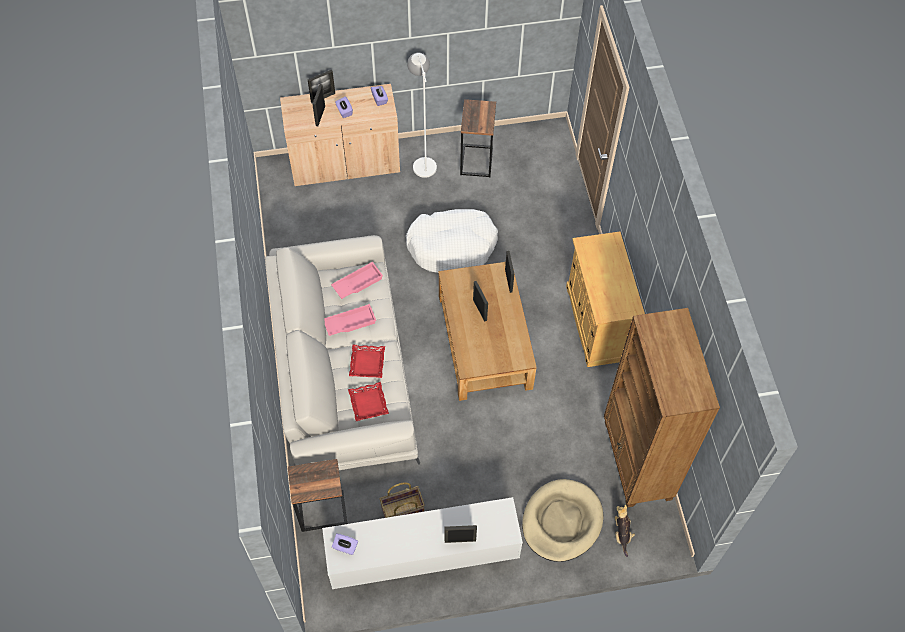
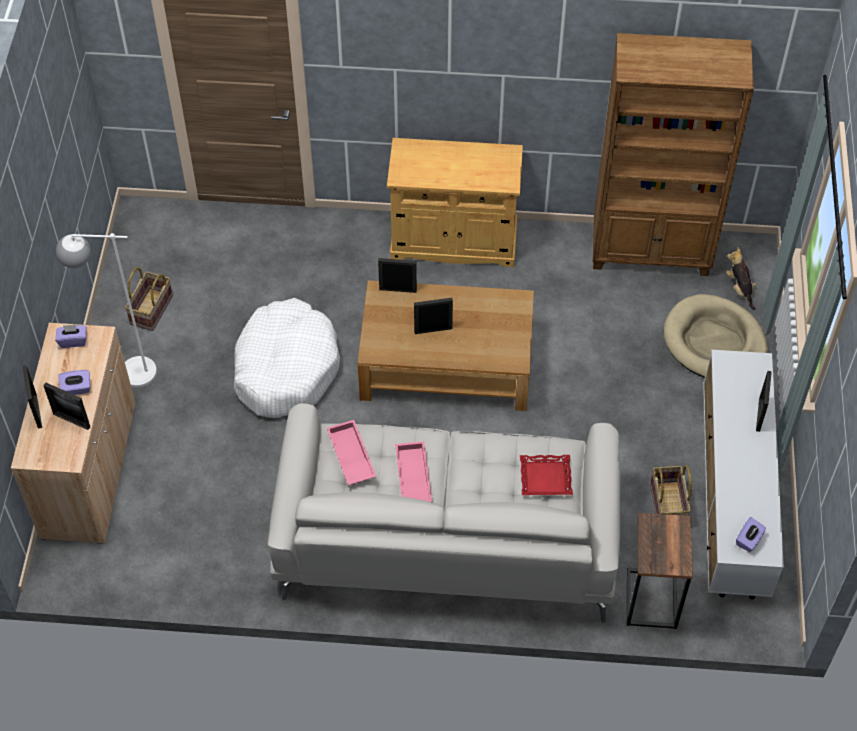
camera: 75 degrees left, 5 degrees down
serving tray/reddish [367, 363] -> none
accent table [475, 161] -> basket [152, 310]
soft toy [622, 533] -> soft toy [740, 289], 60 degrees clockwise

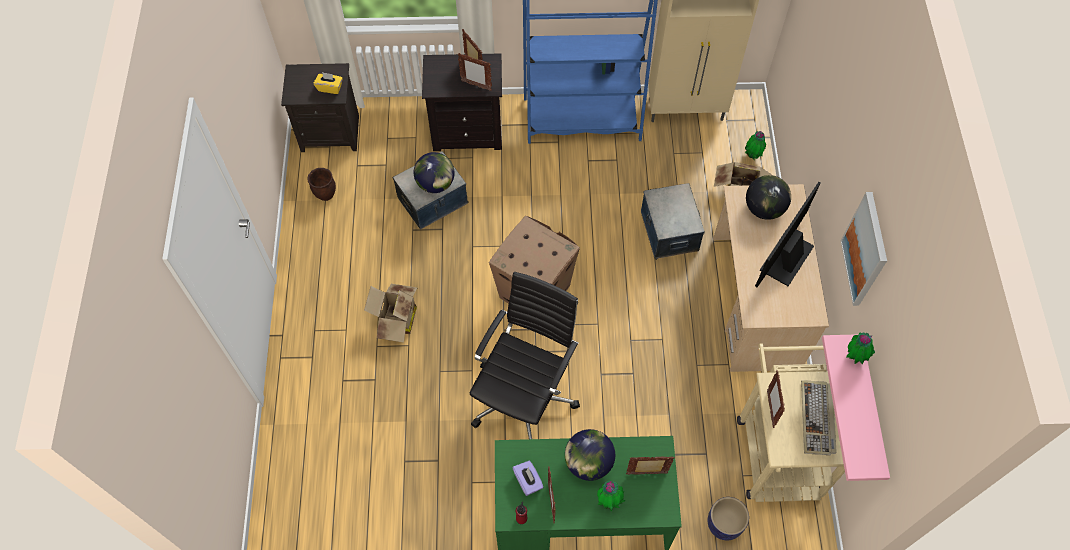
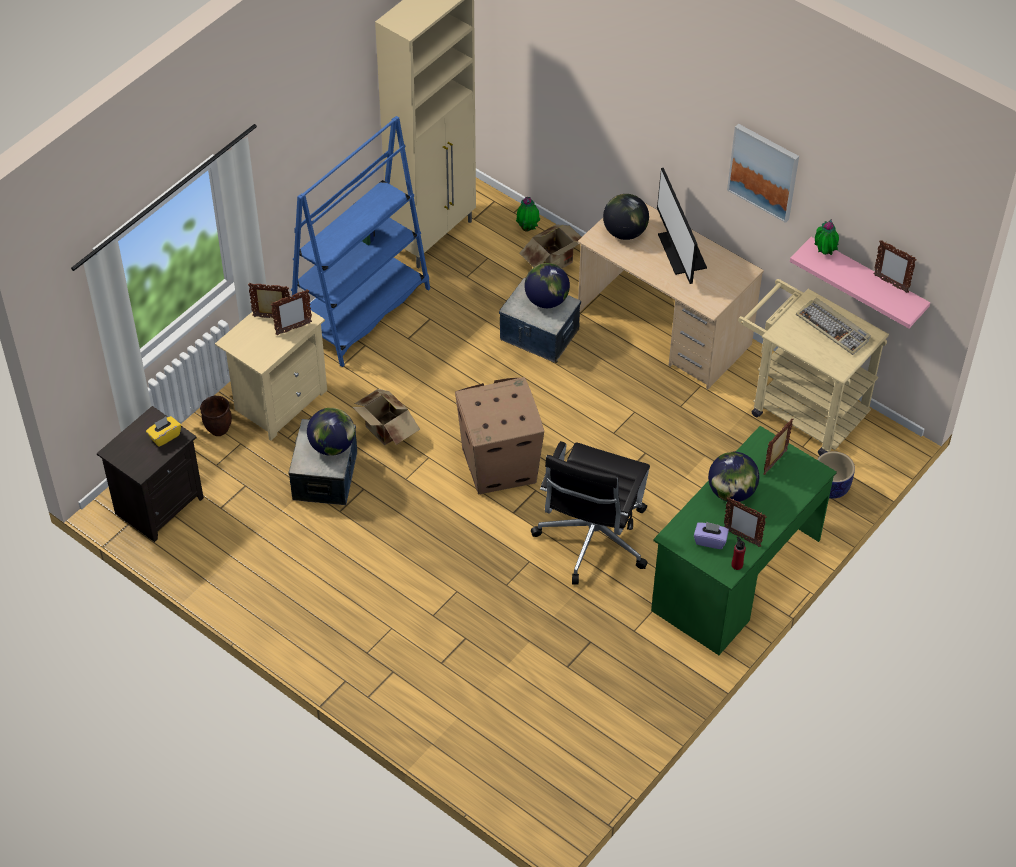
camera: 50 degrees left, 10 degrees down
flower pot/brownish [326, 194] -> flower pot/brownish [218, 429], relocated
carton [396, 321] -> carton [385, 431], relocated
bedside table/blackish [468, 131] -> bedside table/beige [279, 401]
computer chair/blackish [525, 396] -> computer chair/blackish [592, 540], 135 degrees counterclockwise
potted plant [609, 501] -> none
photo frame [770, 408] -> photo frame [890, 283], relocated
none -> world globe [546, 300]

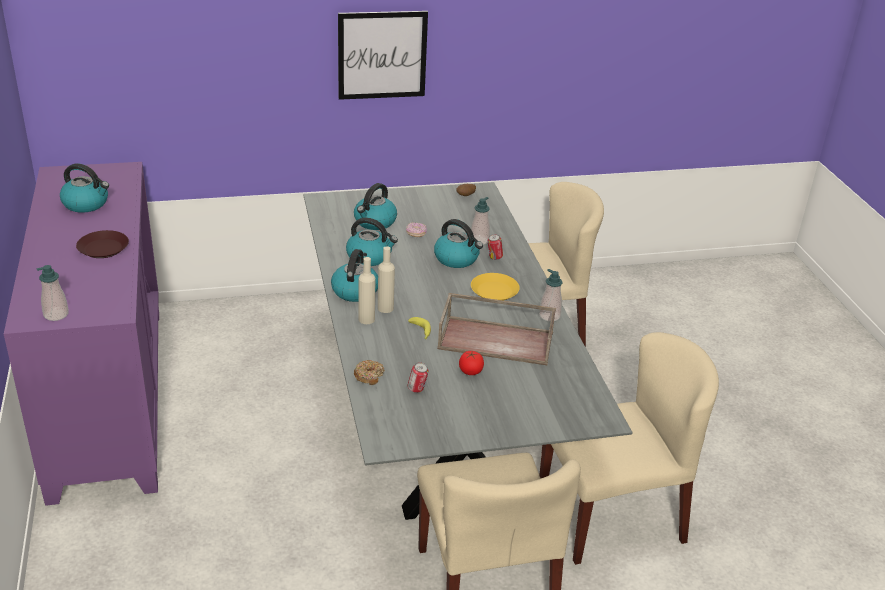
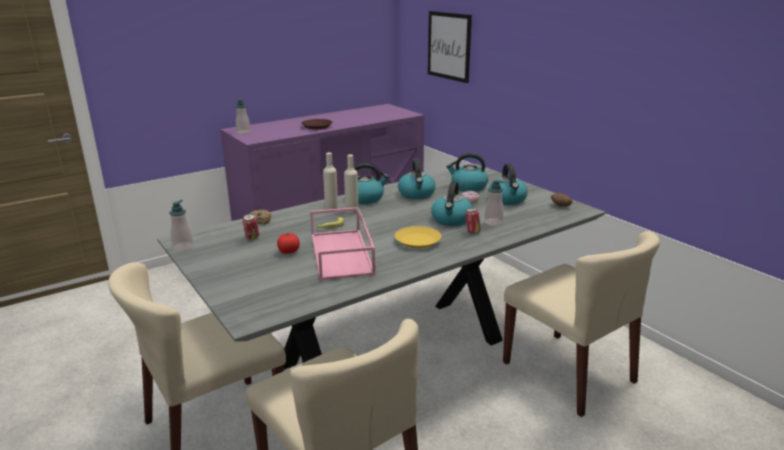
camera: 70 degrees right, 10 degrees down
kettle [86, 204] -> kettle [507, 199], relocated
picture [382, 55] -> picture [449, 46], relocated
serving tray/brownish [497, 340] -> serving tray/pinkish [342, 254]
soap dispenser [549, 316] -> soap dispenser [183, 247], relocated

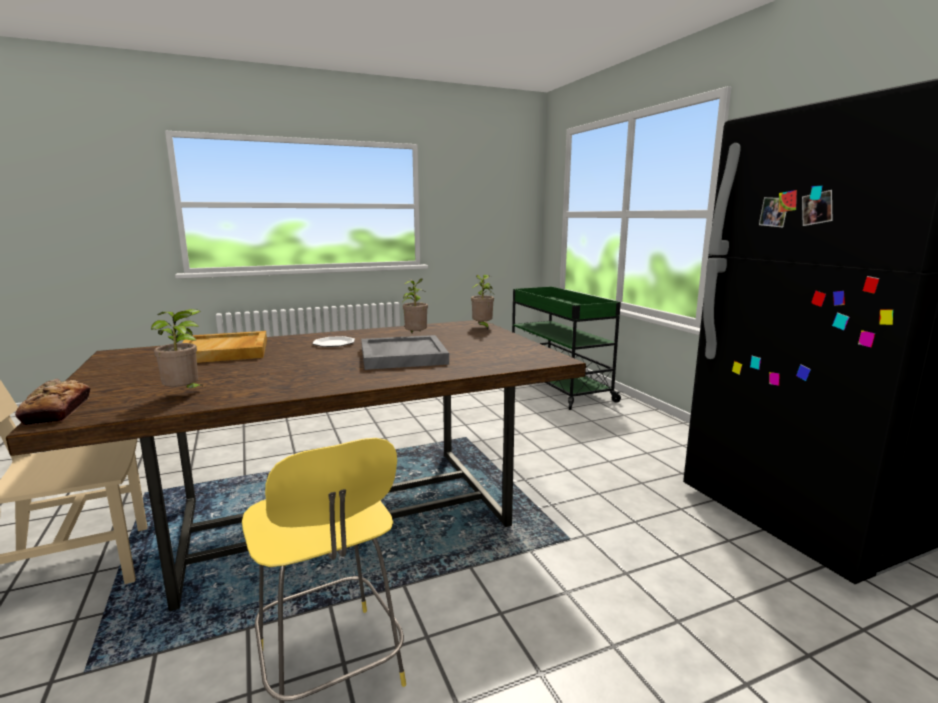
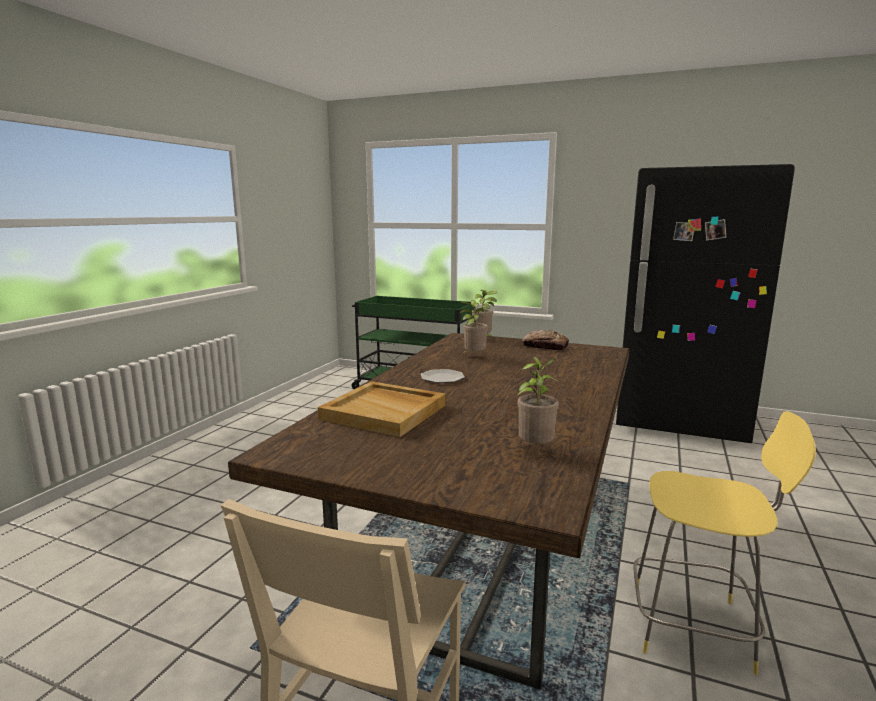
camera: 45 degrees left, 0 degrees up
bread [57, 411] -> bread [545, 347], relocated
serving tray/gray [402, 356] -> none

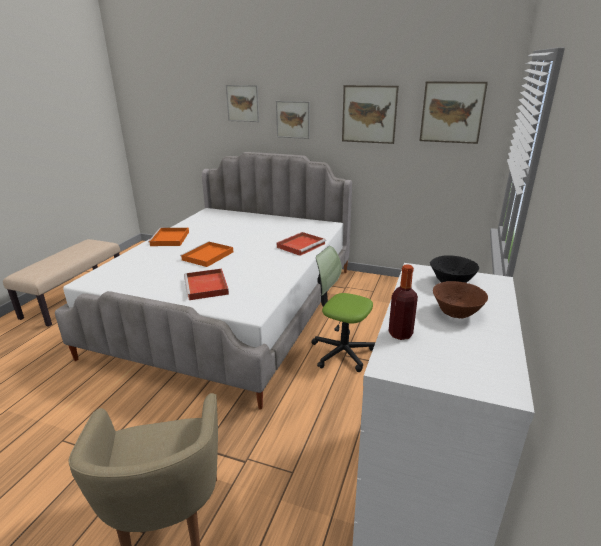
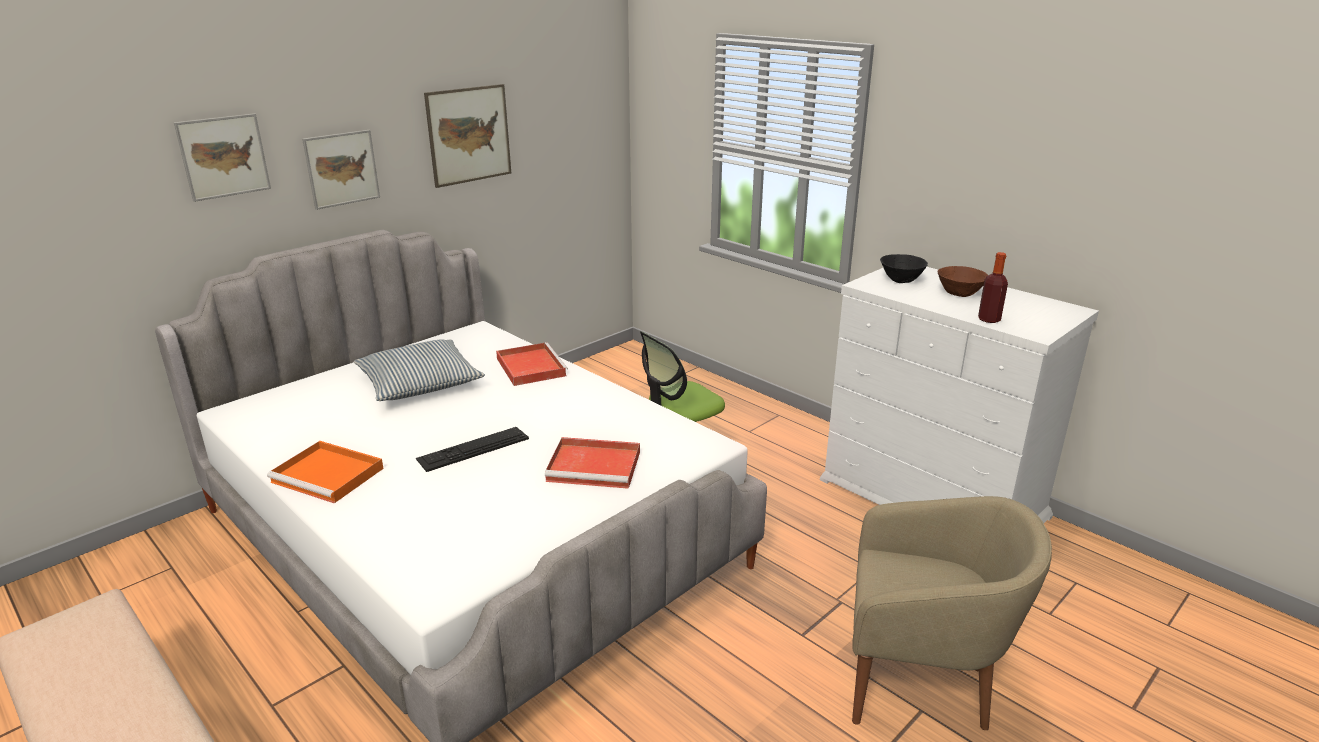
camera: 65 degrees left, 0 degrees up
serving tray/orange [207, 256] -> PC keyboard [473, 448]
picture [452, 112] -> none
none -> cushion [419, 383]

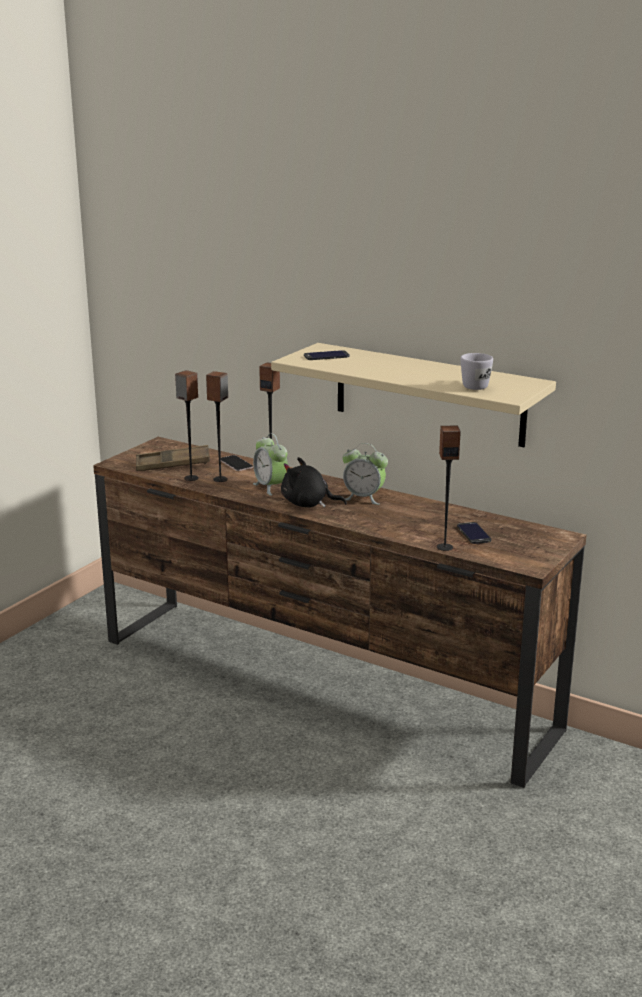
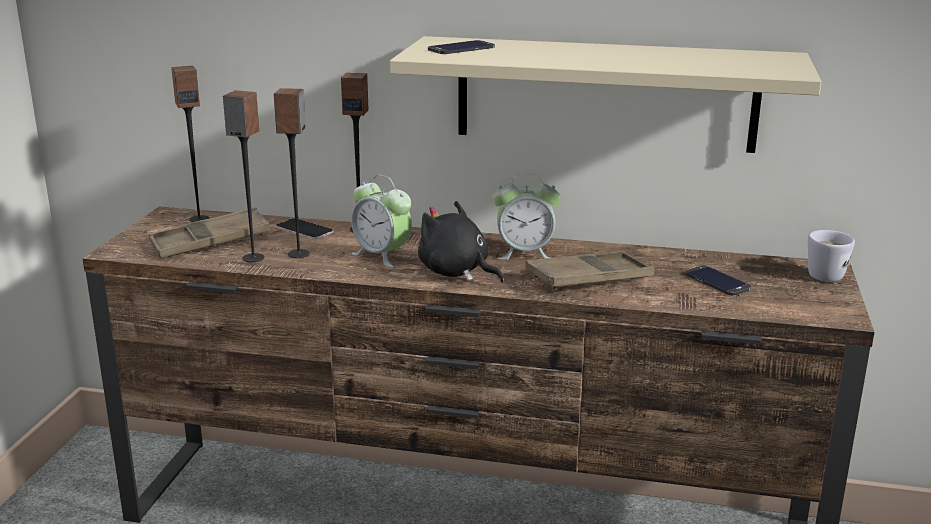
camera: 20 degrees left, 0 degrees up
soft toy/blackish [308, 504] -> soft toy/blackish [456, 272], 45 degrees clockwise
loudspeaker [444, 547] -> loudspeaker [199, 219], relocated
coffee mug/whitish [476, 385] -> coffee mug/whitish [823, 273], relocated
none -> serving tray/brownish [589, 278]

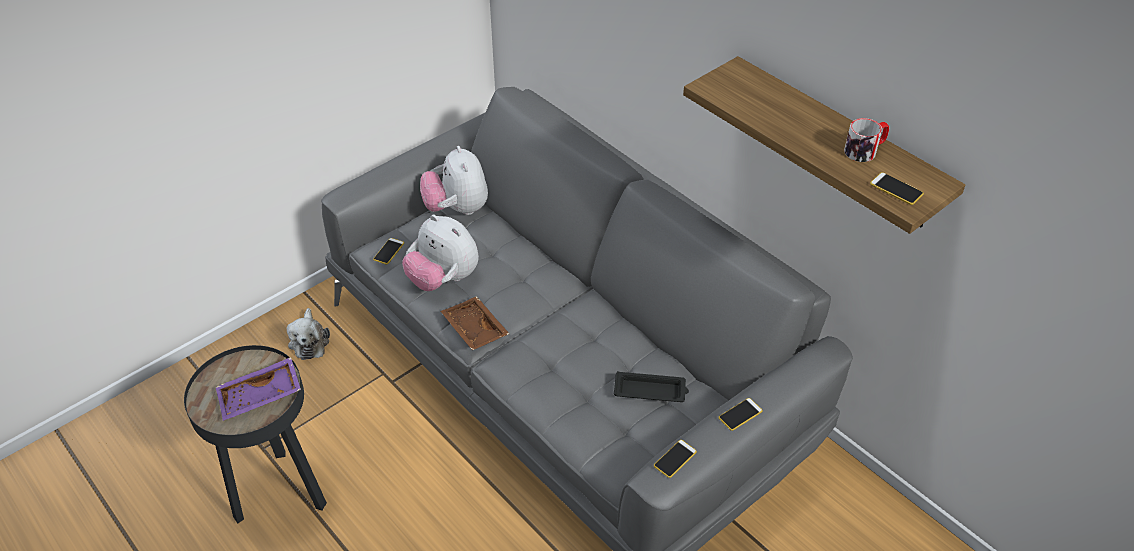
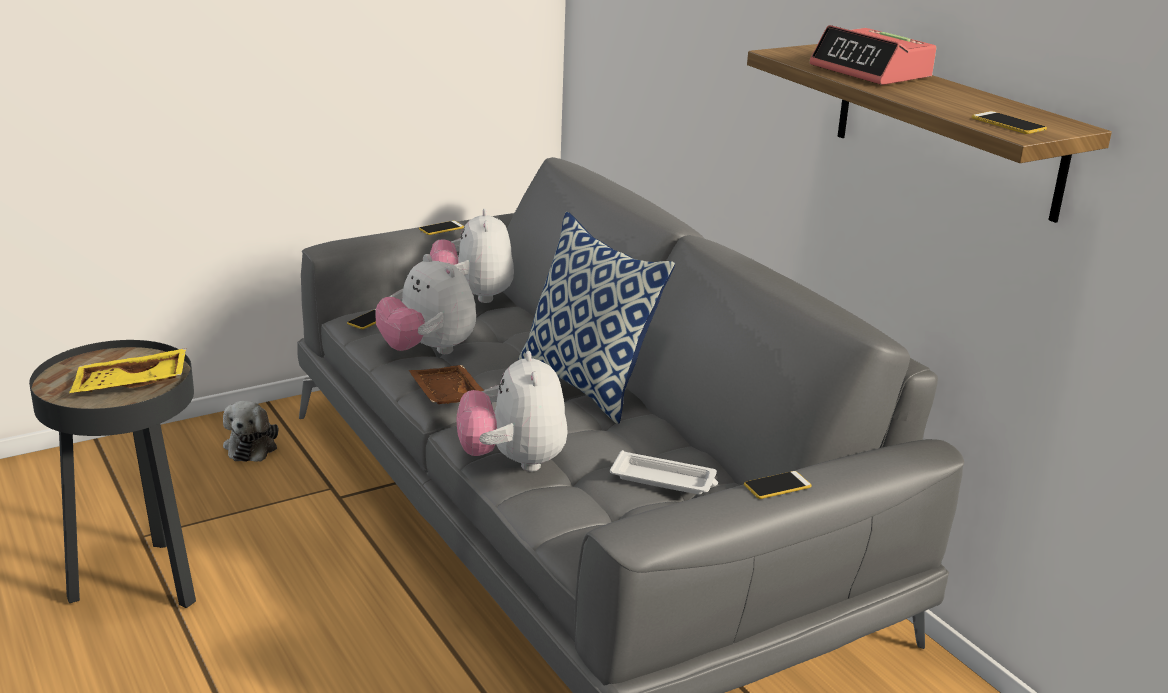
camera: 10 degrees right, 20 degrees down
serving tray/purple [260, 397] -> serving tray/yellow [131, 386]
serving tray/blackish [651, 391] -> serving tray/whitish [665, 480]
telephone [675, 459] -> telephone [441, 228], relocated
coffee mug [865, 150] -> none
none -> soft toy [513, 461]
none -> cushion [588, 384]
none -> table clock [871, 72]

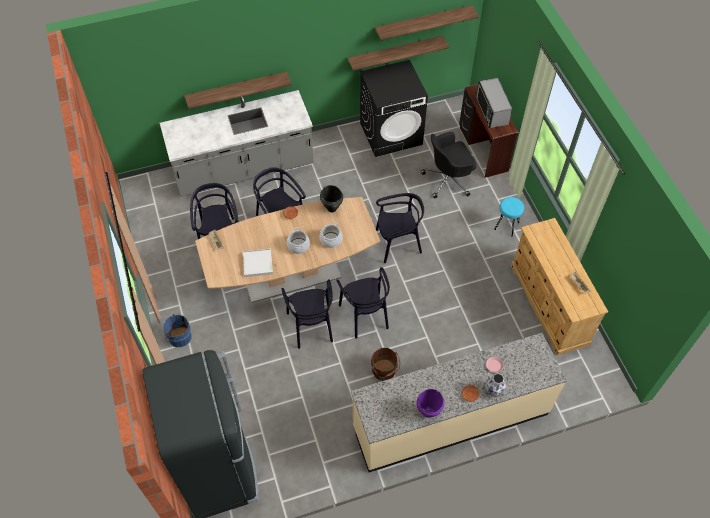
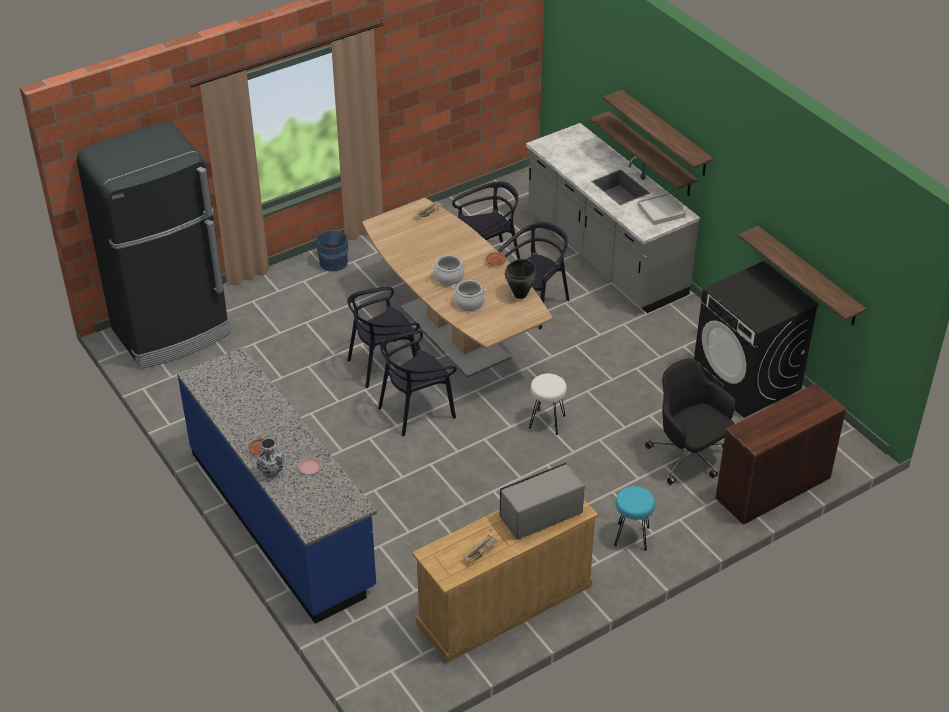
camera: 75 degrees right, 15 degrees down
serving tray/whitish [257, 264] -> serving tray/whitish [661, 211], relocated
kitchen base unit/beige [450, 419] -> kitchen base unit/blue-coloured [282, 519]
water bucket/brownish [384, 371] -> none
shelf [423, 23] -> shelf [665, 134], relocated
plain chair/blackish [398, 243] -> stool seat/whitish [547, 422]
cooking pot/purple [428, 412] -> none
kitchen microwave [491, 111] -> kitchen microwave [540, 515], relocated

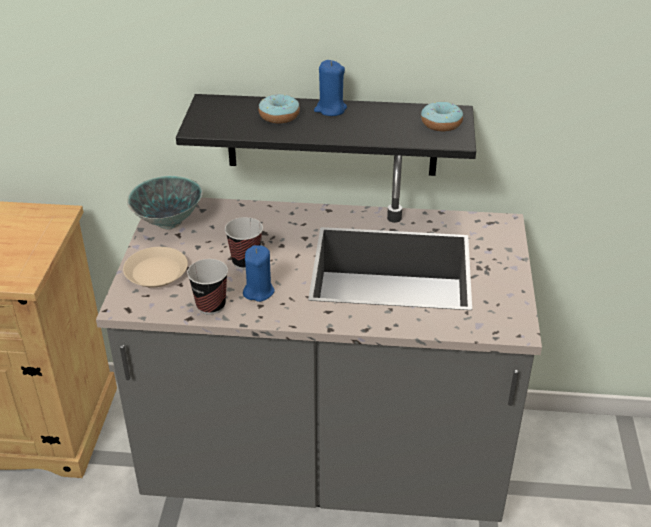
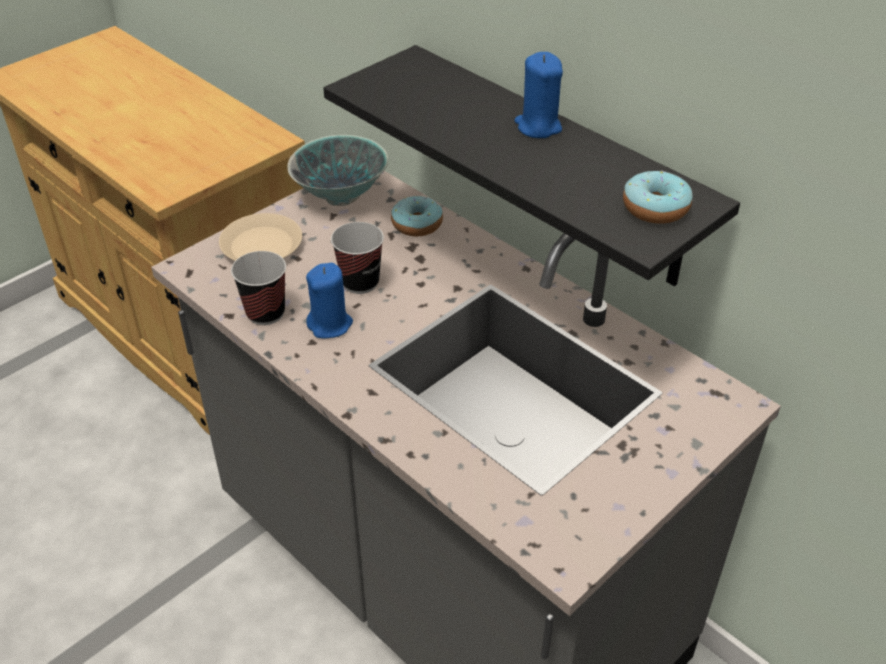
camera: 40 degrees right, 5 degrees up
ring doughnut [279, 116] -> ring doughnut [417, 224], relocated

